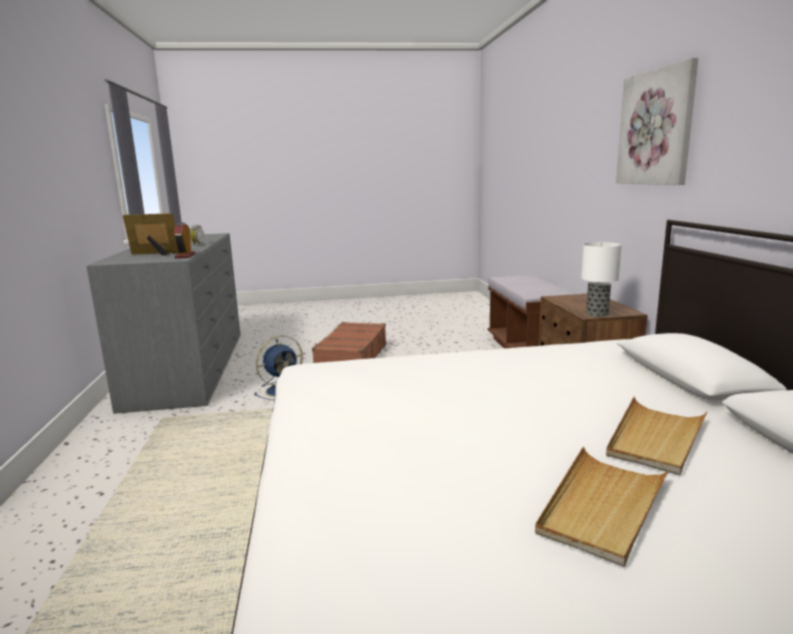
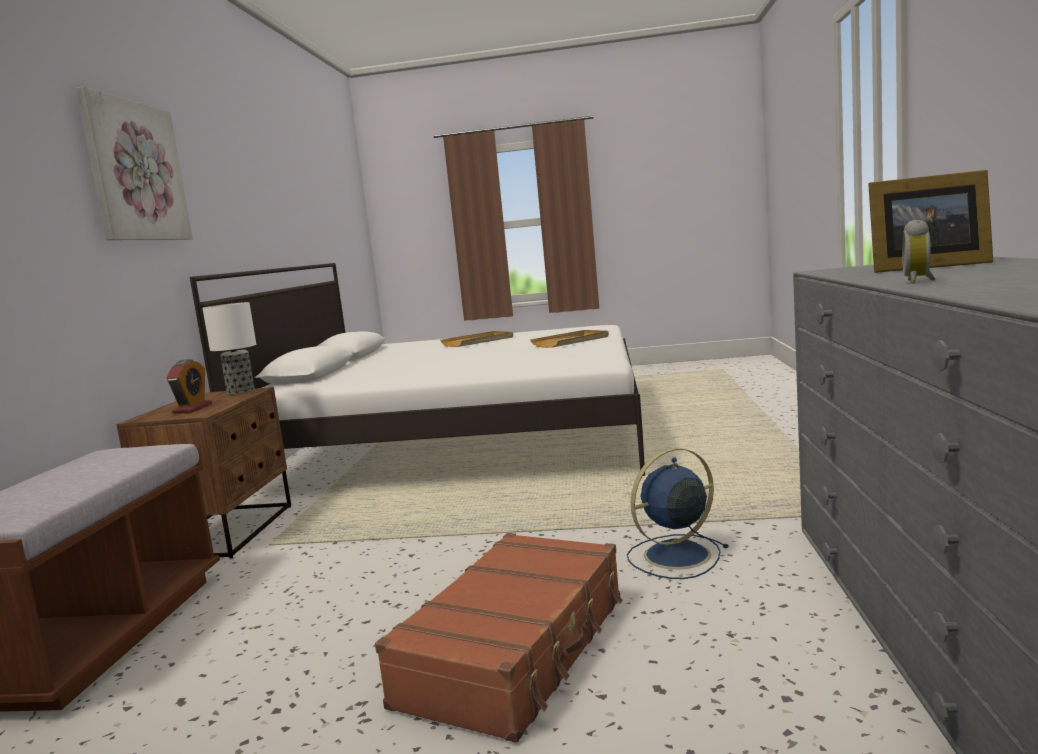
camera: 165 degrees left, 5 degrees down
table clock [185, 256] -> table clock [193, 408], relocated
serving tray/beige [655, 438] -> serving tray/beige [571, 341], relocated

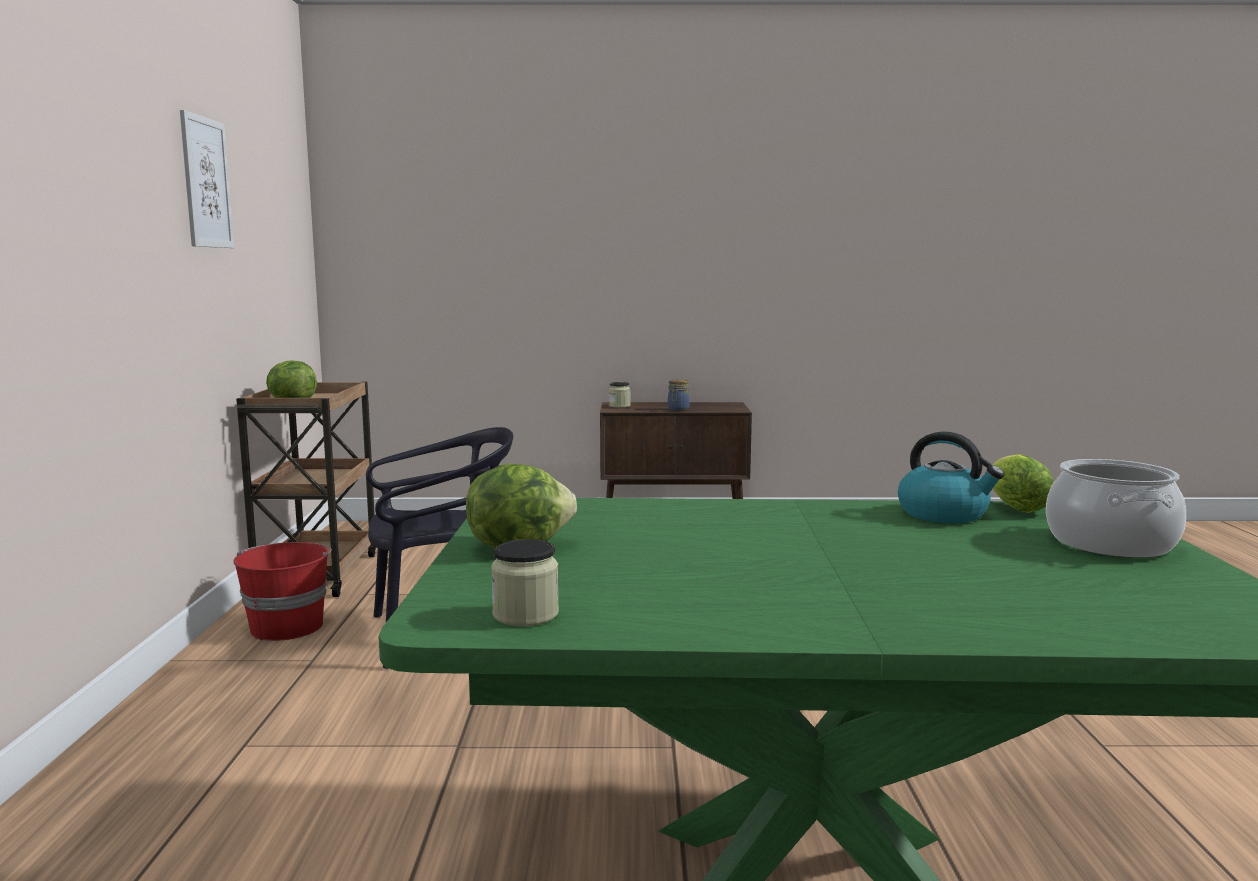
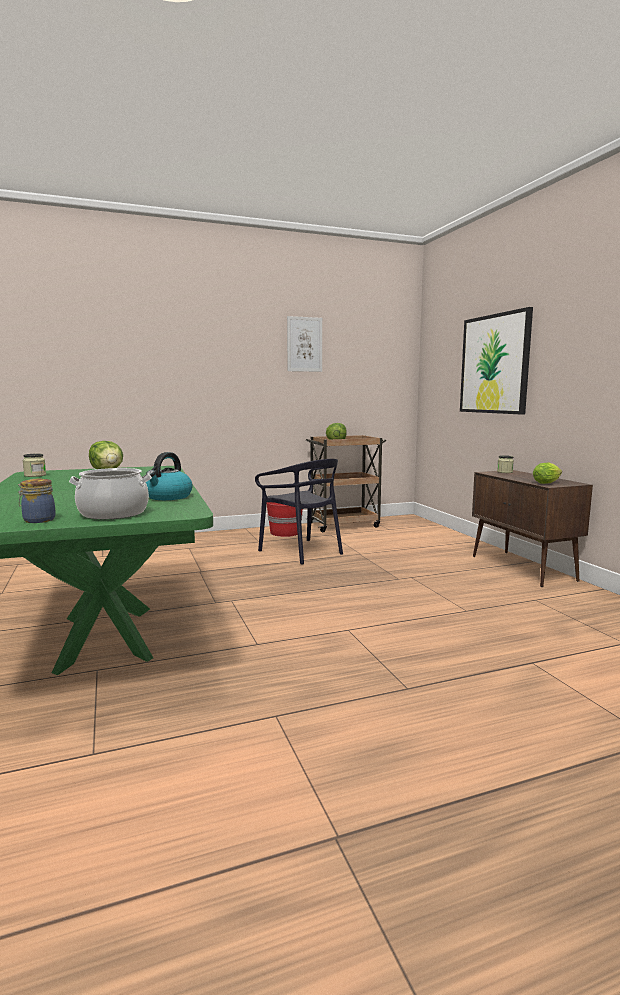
camera: 70 degrees right, 0 degrees up
jar [678, 409] -> jar [38, 520], relocated
lettuce head [1012, 507] -> lettuce head [547, 483], relocated
none -> picture [494, 364]

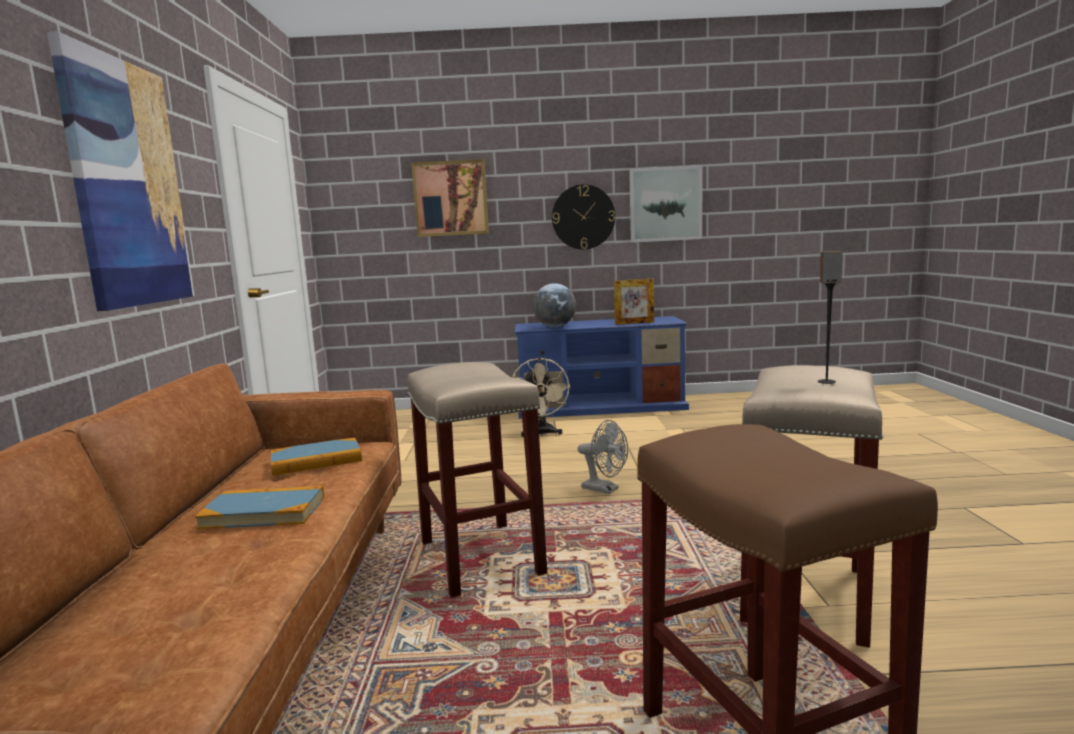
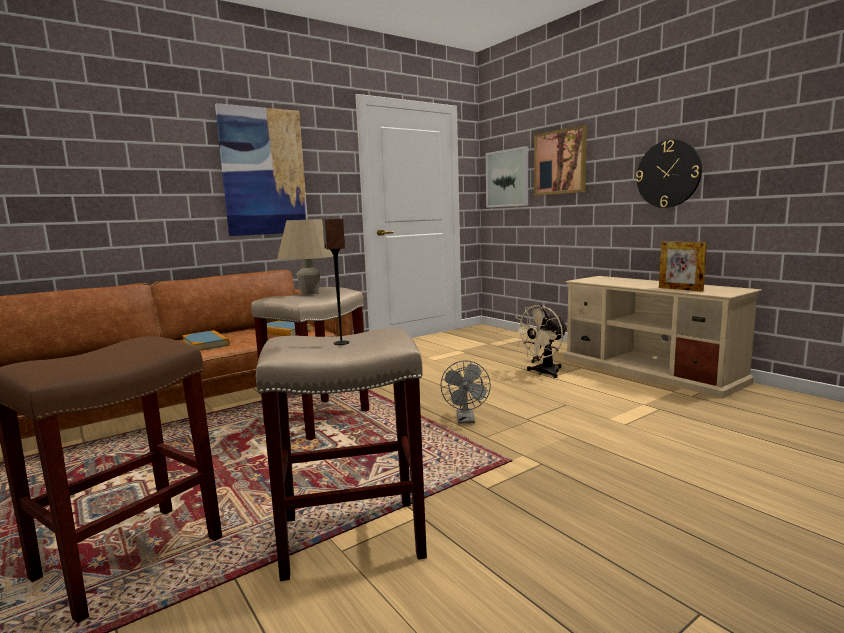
camera: 55 degrees right, 0 degrees up
tv unit/blue-coloured [601, 406] -> tv unit/beige [650, 370]
world globe [555, 326] -> none
picture [665, 204] -> picture [507, 178], relocated
none -> tabletop lamp/beige [309, 293]

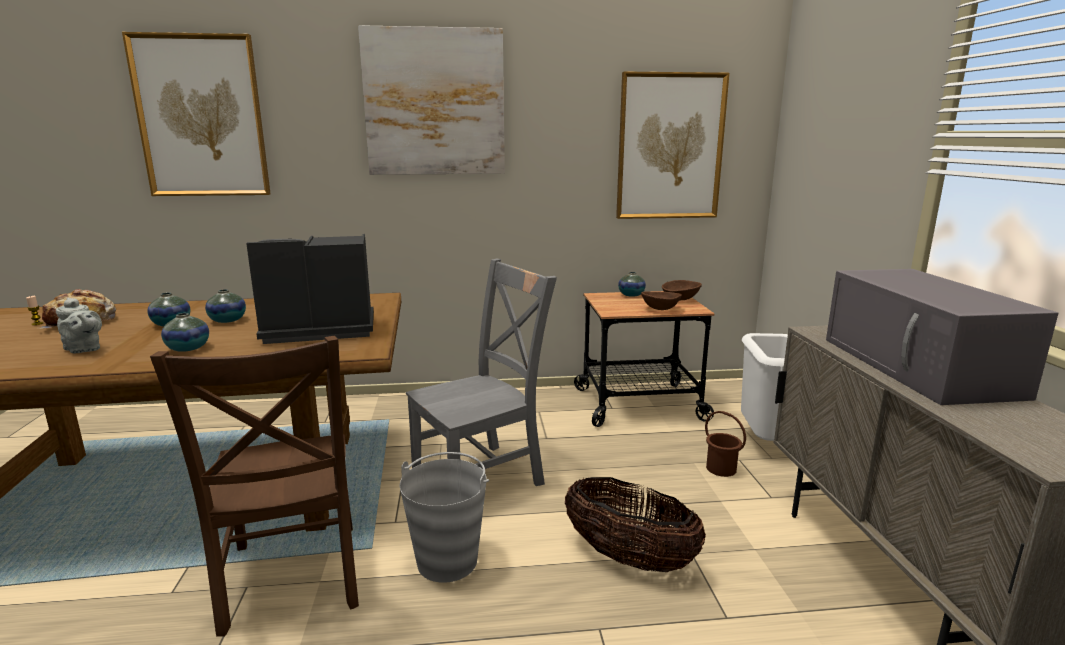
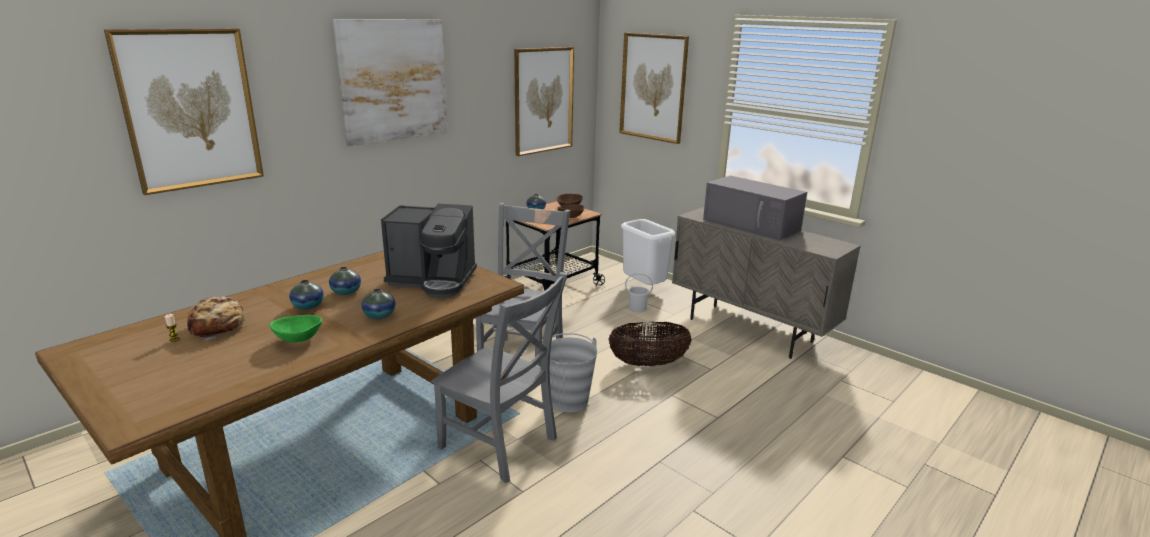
camera: 40 degrees left, 5 degrees up
tea pot/gray [83, 349] -> bowl/green-coloured [298, 340]
plain chair/brownish [292, 580] -> plain chair/gray [501, 445]
coffee maker [316, 330] -> coffee maker [433, 281], 120 degrees counterclockwise
water bucket/brownish [721, 468] -> water bucket/whitish [637, 308]
none -> picture [653, 87]

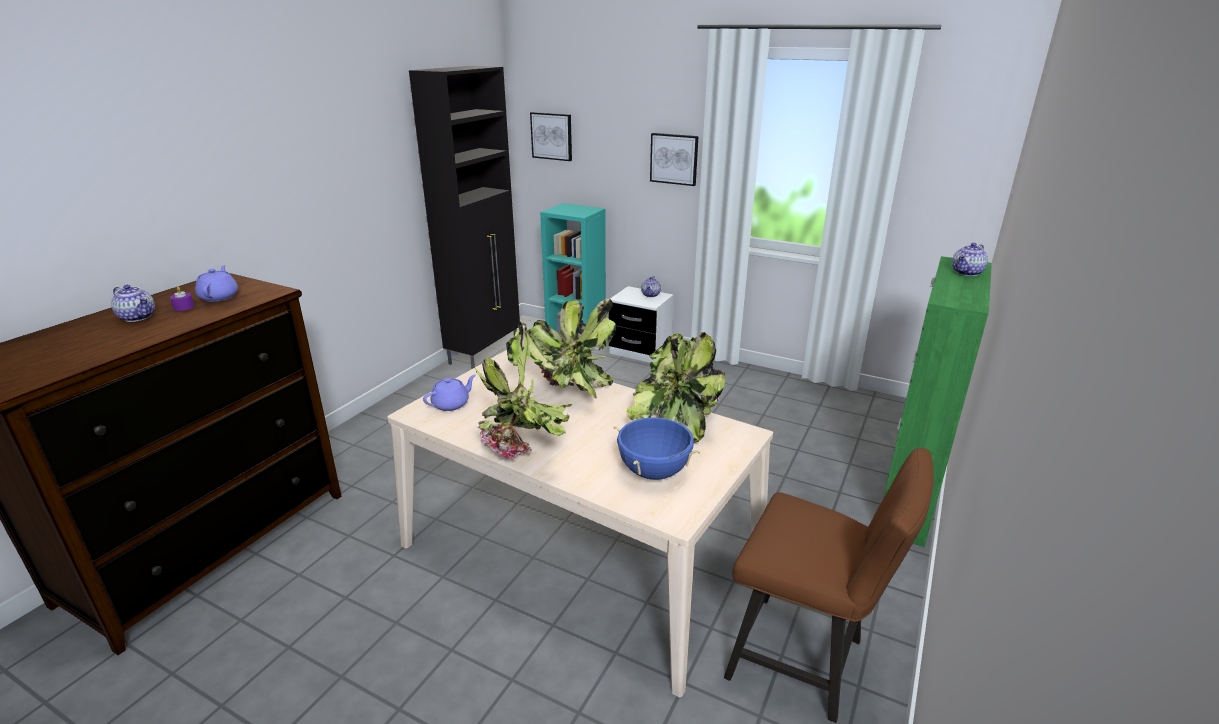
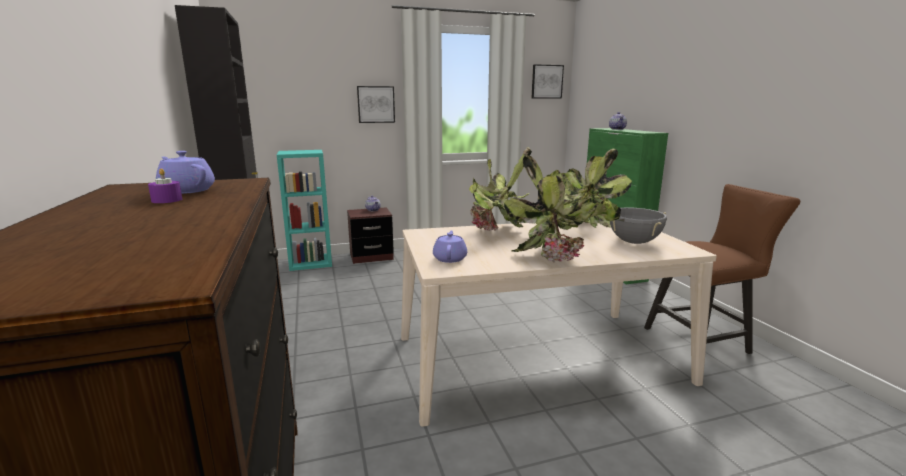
camera: 45 degrees left, 10 degrees down
tea pot [138, 317] -> none
picture [552, 136] -> picture [546, 81], relocated
bedside table/whitish [640, 351] -> bedside table/brownish [371, 257]
cooking pot/blue-coloured [654, 472] -> cooking pot/gray [634, 242]

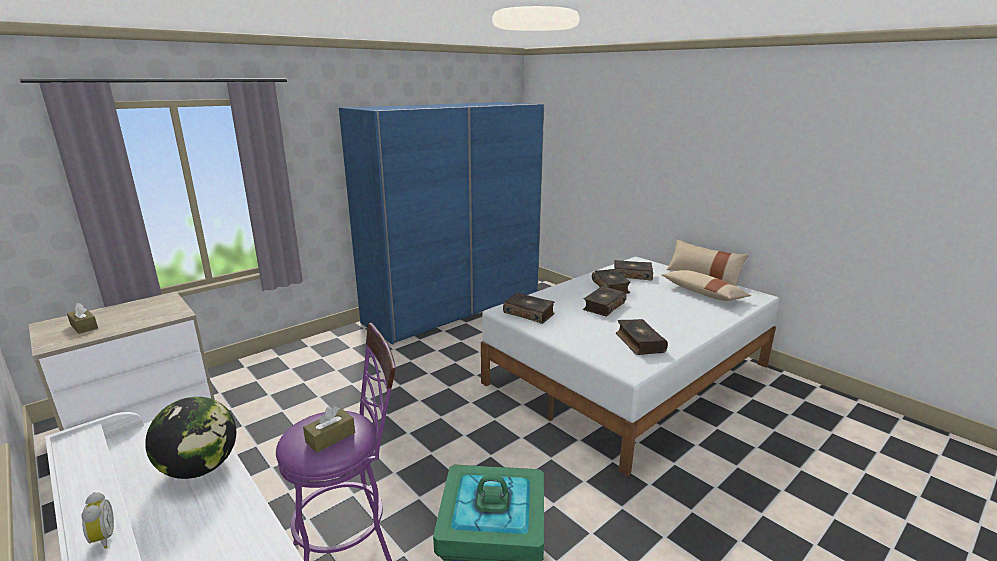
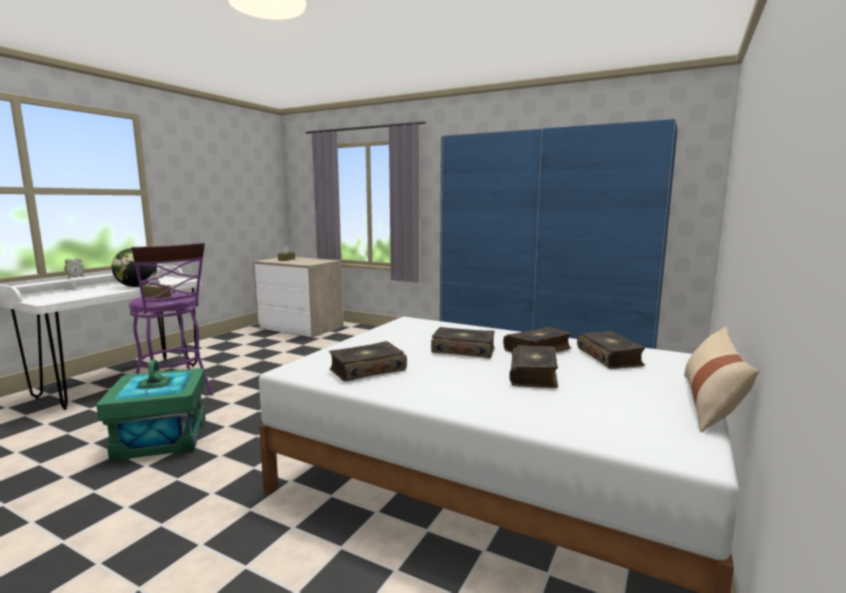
camera: 70 degrees right, 10 degrees down
book [529, 313] -> book [534, 375], relocated
cushion/beige [703, 293] -> none

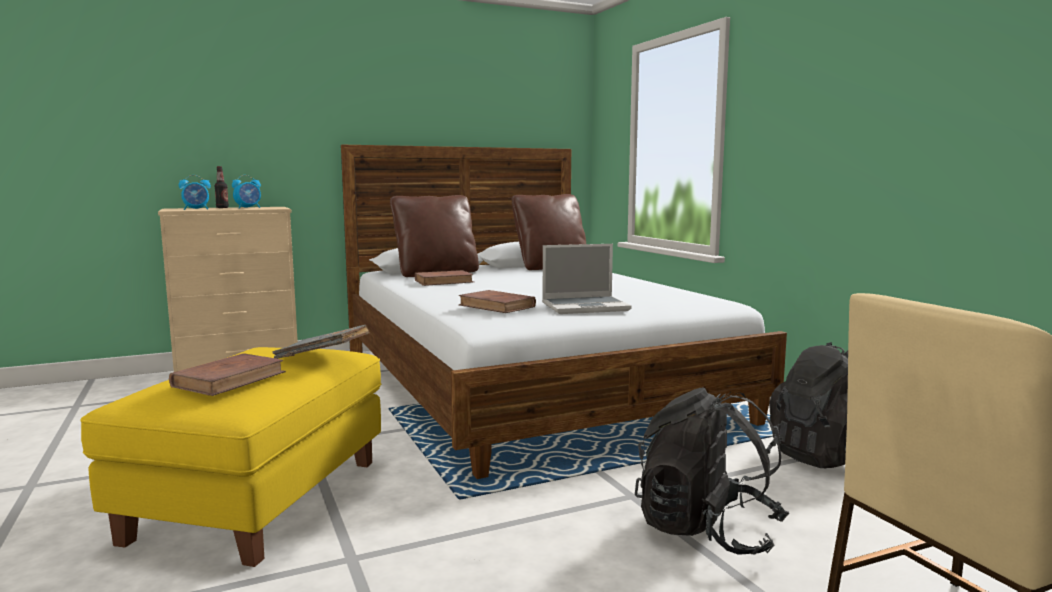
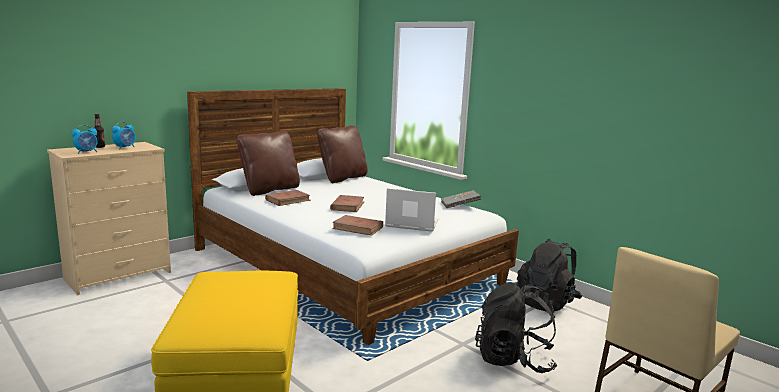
camera: 20 degrees left, 5 degrees up
book/brownish [229, 379] -> book/brownish [347, 206], relocated
book/gray [323, 356] -> book/gray [460, 206], relocated
notebook computer [586, 307] -> notebook computer [411, 224], 135 degrees counterclockwise

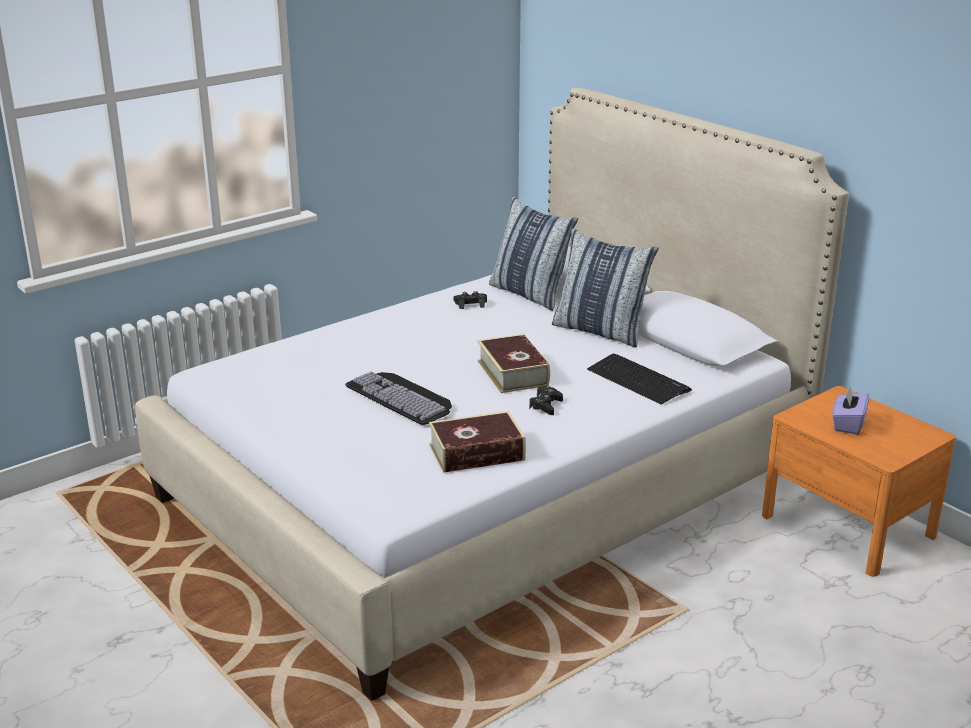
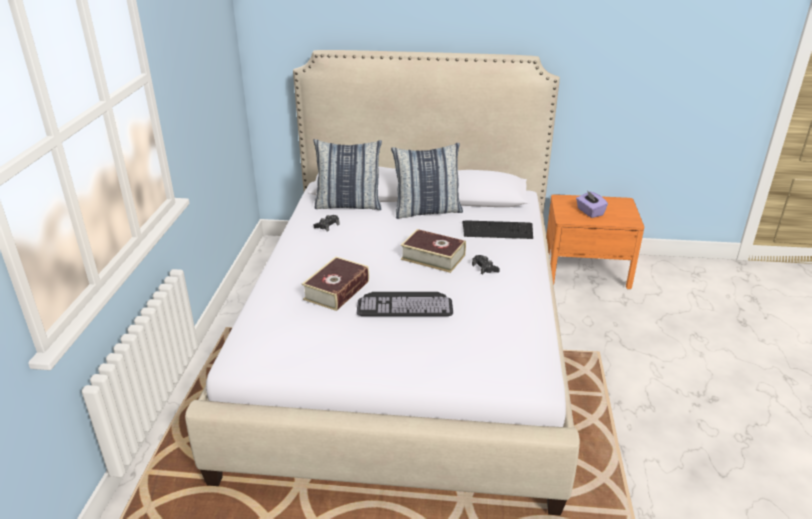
camera: 45 degrees left, 5 degrees up
book [477, 452] -> book [337, 290], relocated

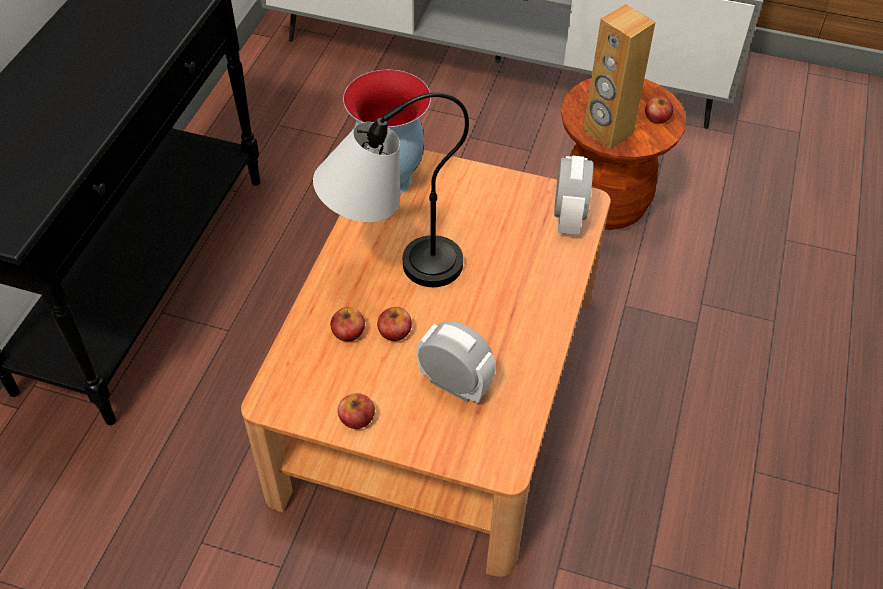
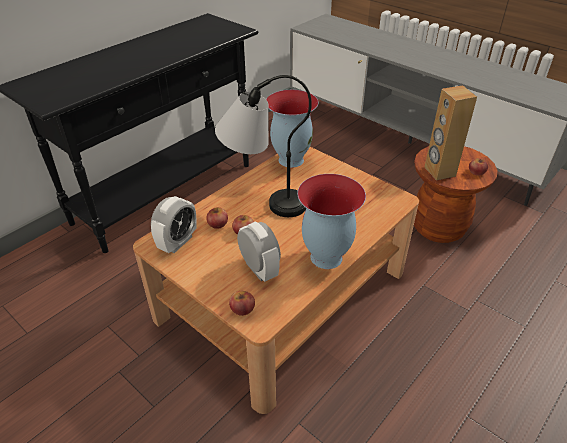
camera: 25 degrees right, 10 degrees down
whole apple [356, 418] -> whole apple [242, 308], relocated
table clock [568, 218] -> table clock [178, 242], relocated
none -> flower vase [326, 258]

